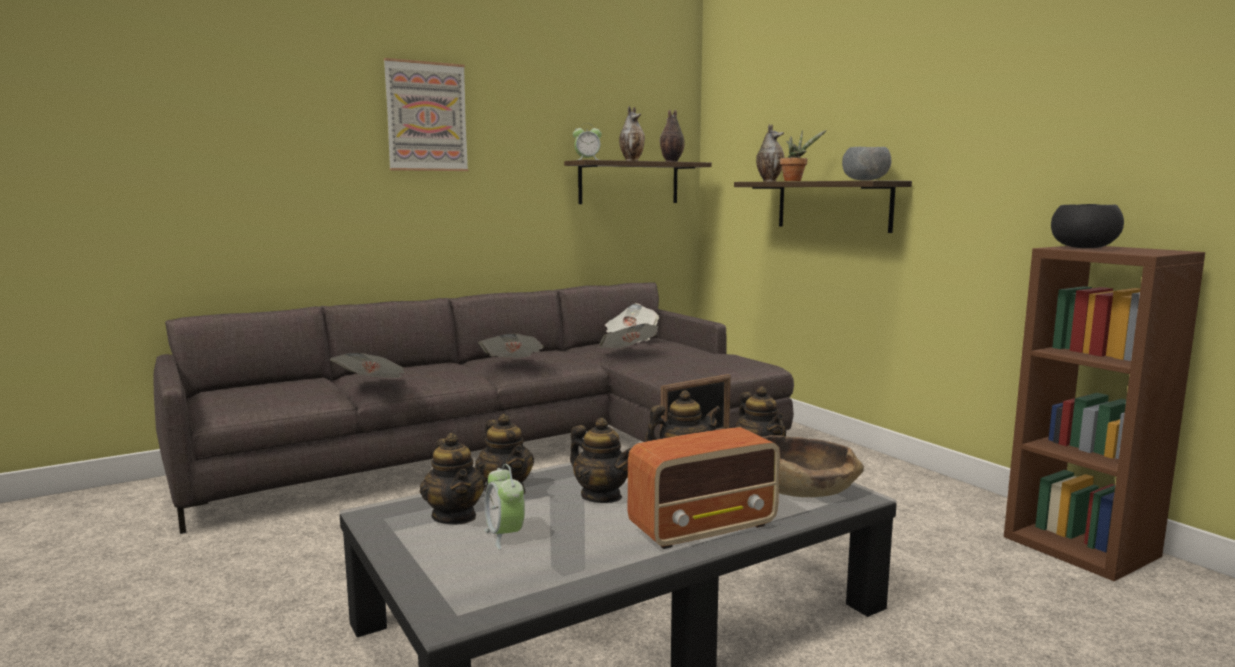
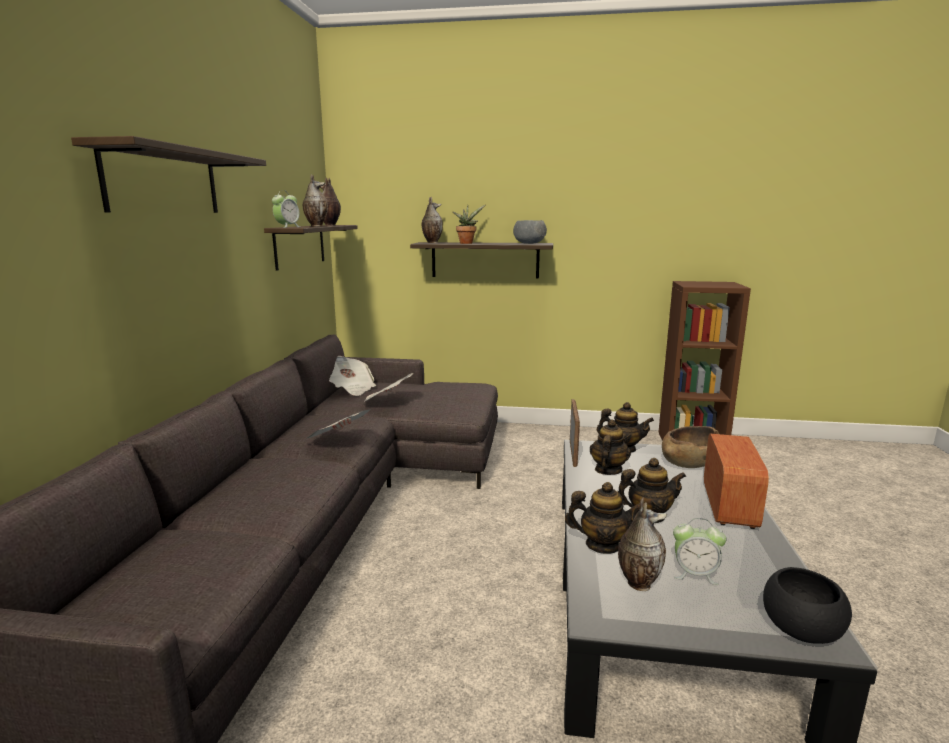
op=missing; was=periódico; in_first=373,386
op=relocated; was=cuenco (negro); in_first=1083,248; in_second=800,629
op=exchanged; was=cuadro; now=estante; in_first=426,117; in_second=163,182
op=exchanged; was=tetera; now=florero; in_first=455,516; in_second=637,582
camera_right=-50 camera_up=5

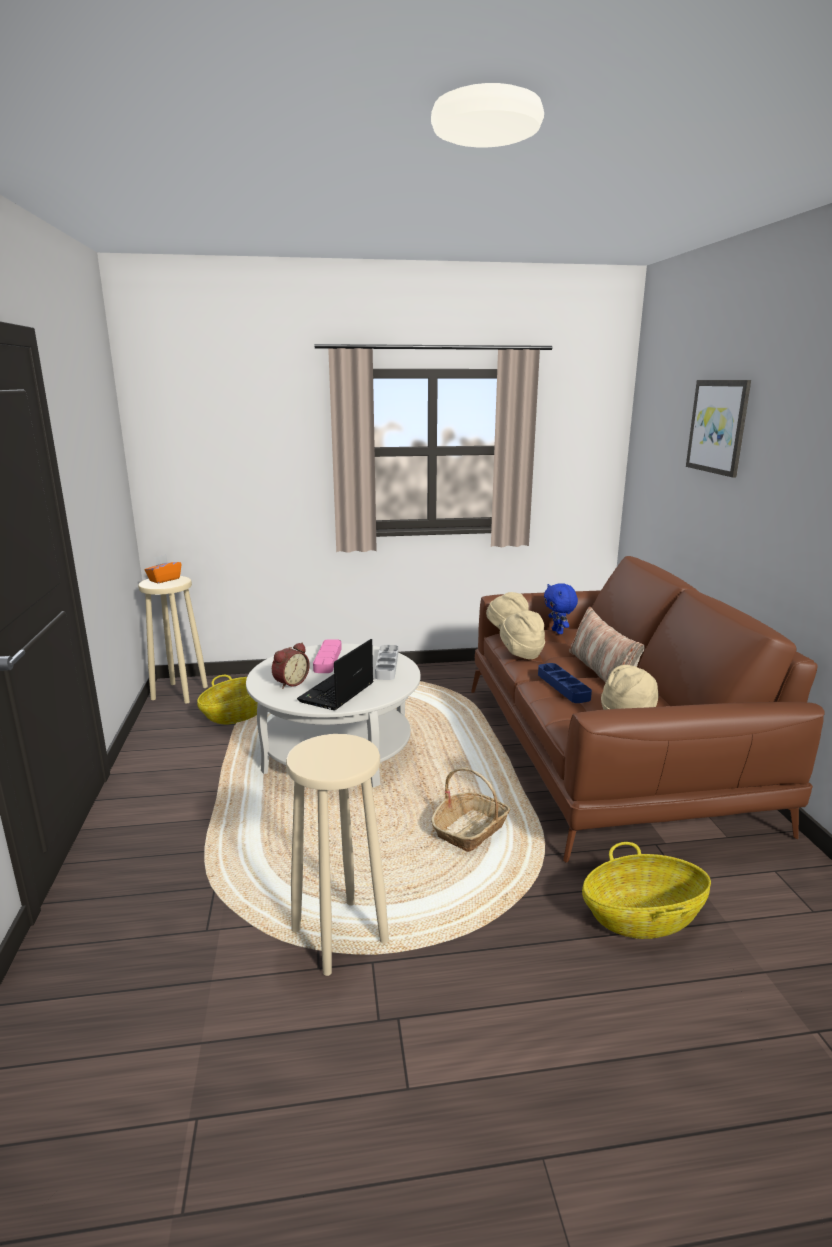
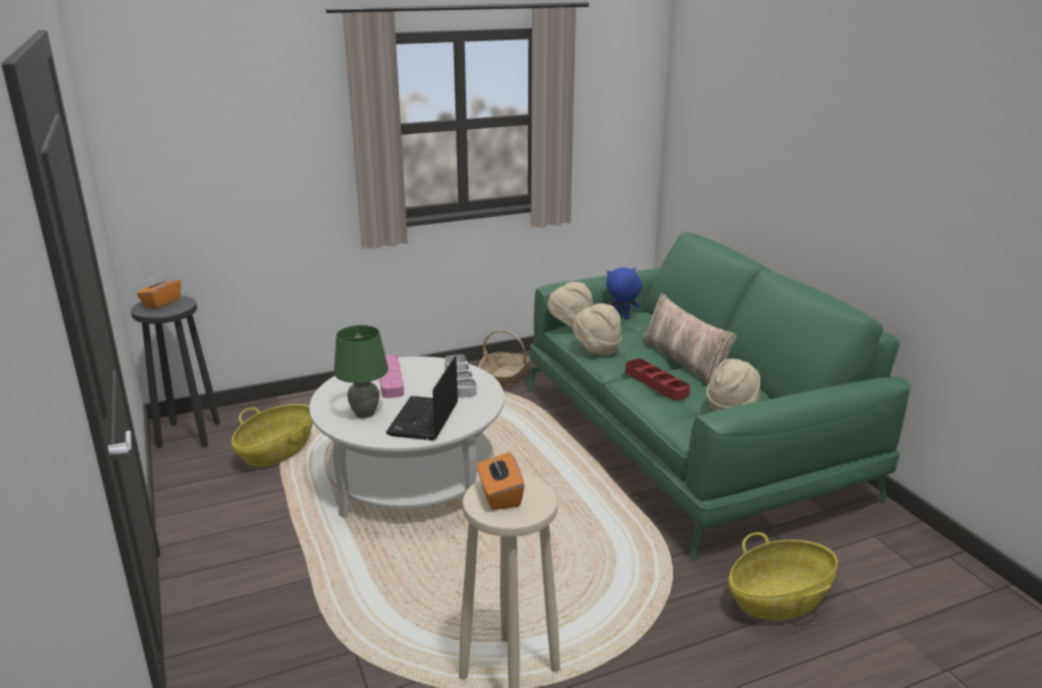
op=missing; was=cuadro; in_first=718,426
op=appeared; now=caja de pañuelos (naranja); in_second=500,496
op=relocated; was=cesta; in_first=470,830; in_second=505,376
op=exchanged; was=despertador; now=lámpara de mesa (verde); in_first=290,683; in_second=364,414
op=colour; was=taburete (beis); now=taburete (negro); in_first=179,693; in_second=188,435
op=colour; was=sofá (marrón); now=sofá (verde); in_first=605,753; in_second=688,442
op=colour; was=bandeja (azul); now=bandeja (rojo); in_first=563,686; in_second=656,383
op=spun; was=peluche (azul); in_first=558,632; in_second=621,319; clockwise=105
camera_right=-15 camera_up=5

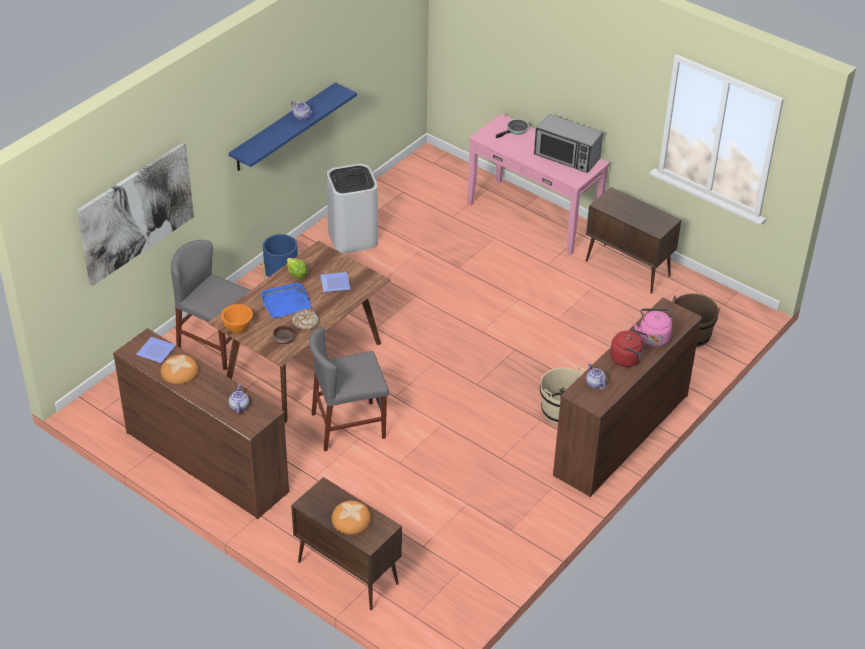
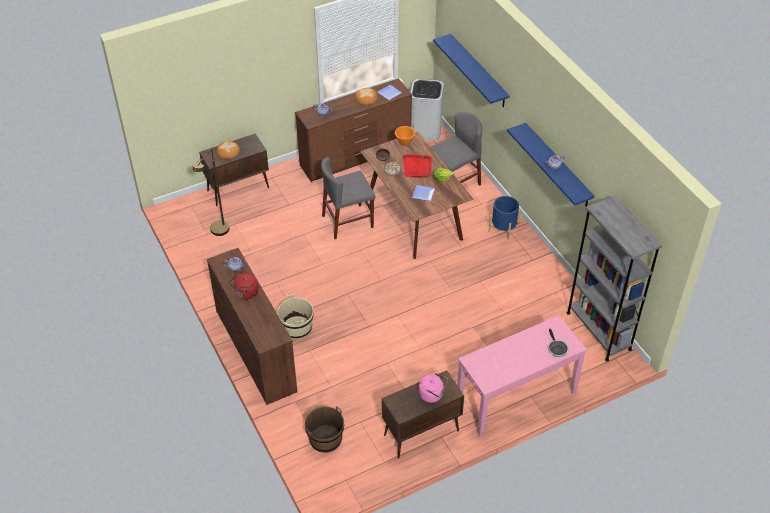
op=missing; was=microondas; in_first=567,157
op=appeared; now=lámpara de pie (marrón); in_second=218,233
op=appeared; now=estantería (gris); in_second=598,331
op=relocated; was=papelera (blanco); in_first=352,237; in_second=425,129
op=relocated; was=hervidor (rosa); in_first=653,337; in_second=432,395
op=exchanged; was=cuadro; now=estante (azul); in_first=136,212; in_second=478,71
op=colour; was=bandeja (azul); now=bandeja (rojo); in_first=285,302; in_second=417,167
op=spun; was=silla (gris); in_first=348,426; in_second=347,221; clockwise=-120
camera_right=115 camera_up=5

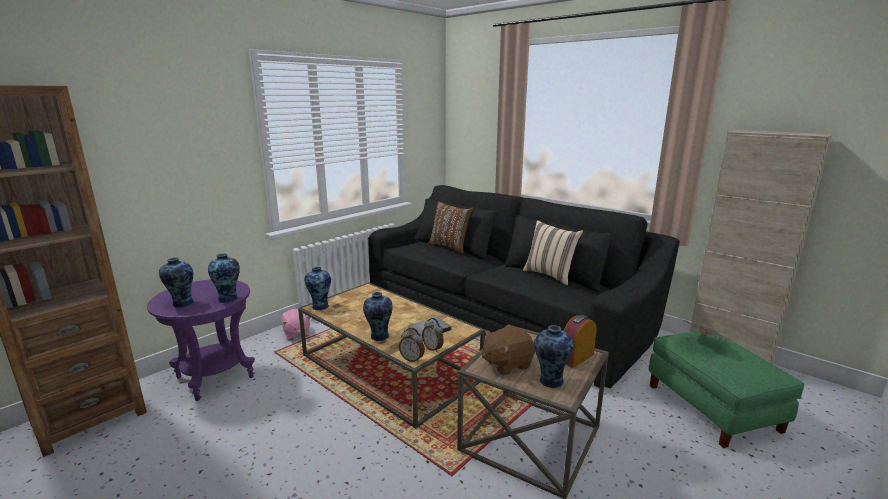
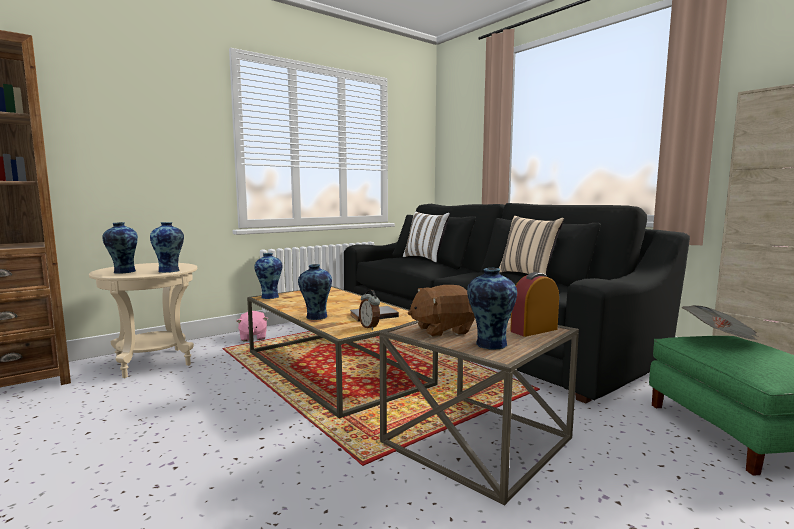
op=missing; was=despertador; in_first=412,359
op=colour; was=mesa auxiliar (morado); now=mesa auxiliar (beis); in_first=215,377; in_second=153,363
op=colour; was=cojín (marrón); now=cojín (blanco); in_first=450,247; in_second=425,259
camera_right=10 camera_up=-10

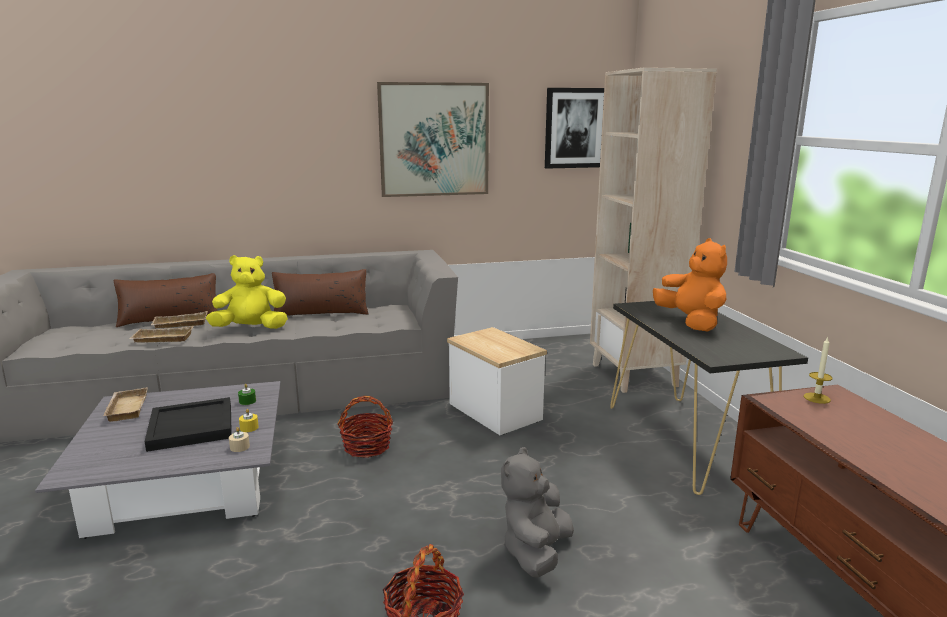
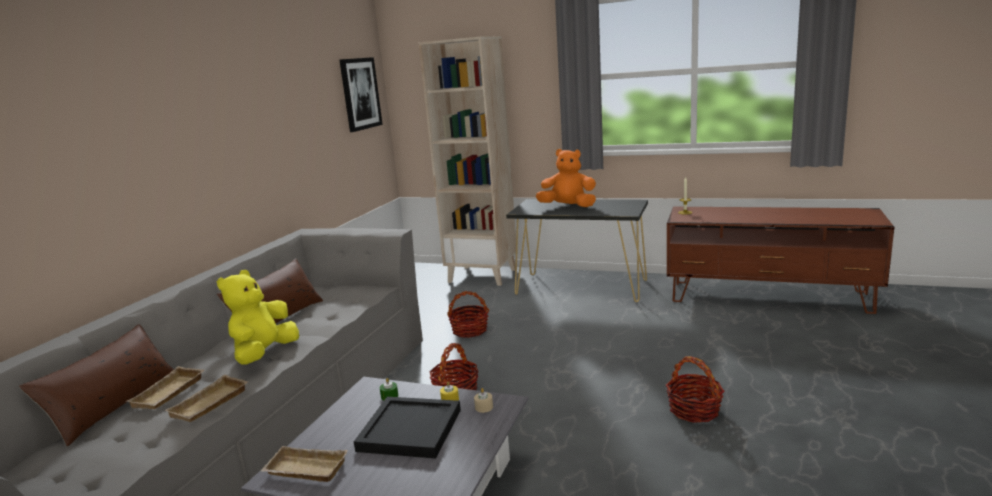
op=missing; was=cuadro; in_first=434,140
op=missing; was=peluche (gris); in_first=536,552
op=exchanged; was=mesa auxiliar; now=cesta; in_first=495,412; in_second=469,330
camera_right=-55 camera_up=0

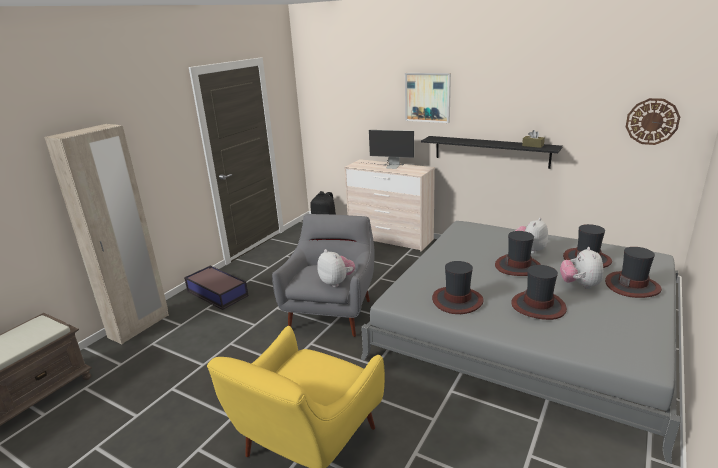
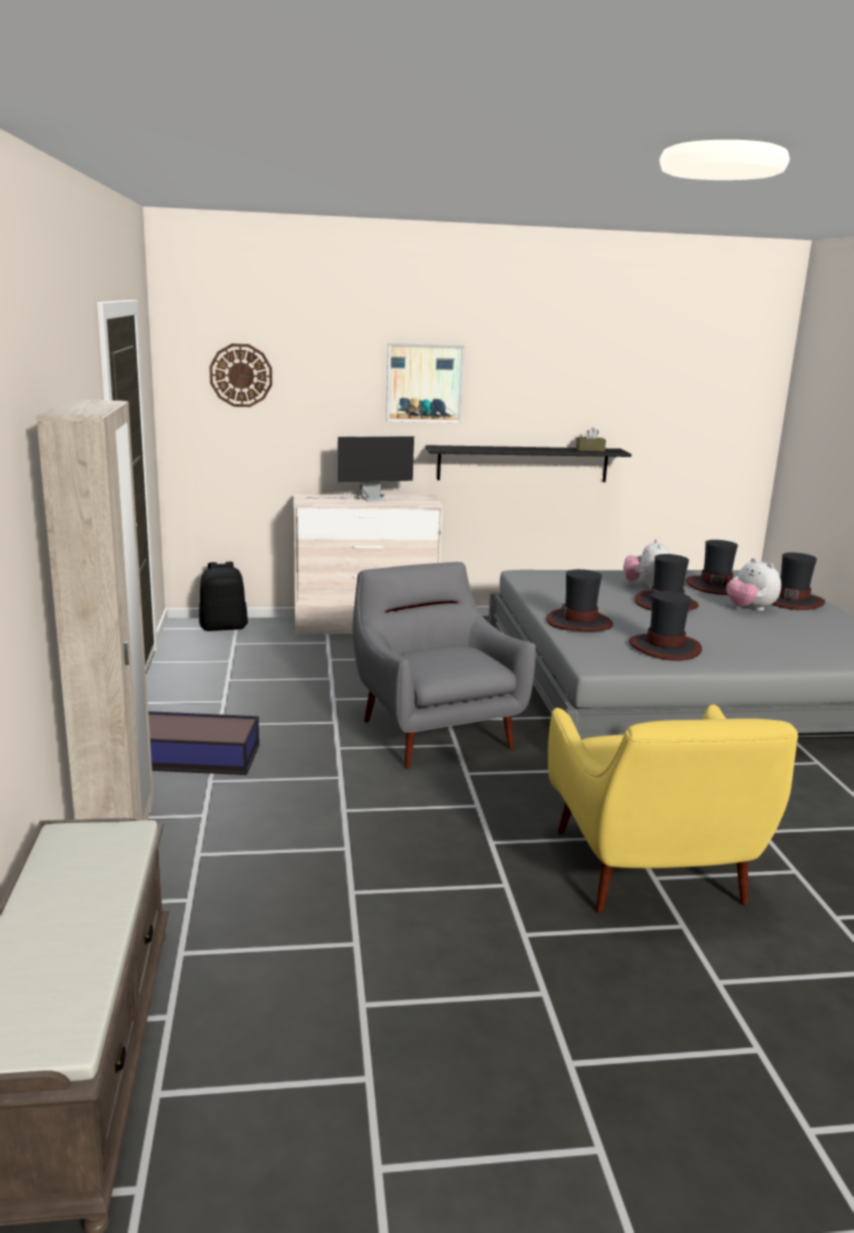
op=missing; was=peluche; in_first=337,282
op=relocated; was=sombrero; in_first=538,306; in_second=579,622
op=relocated; was=reloj de pared; in_first=652,121; in_second=241,375
camera_right=-40 camera_up=-5

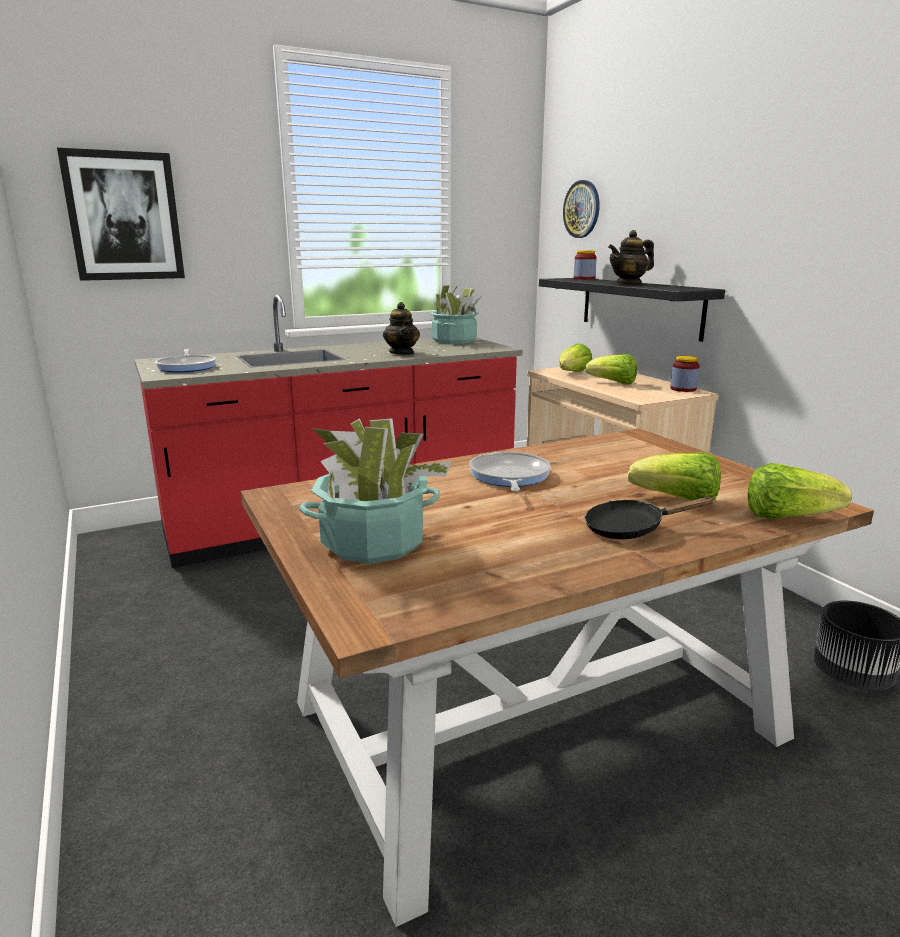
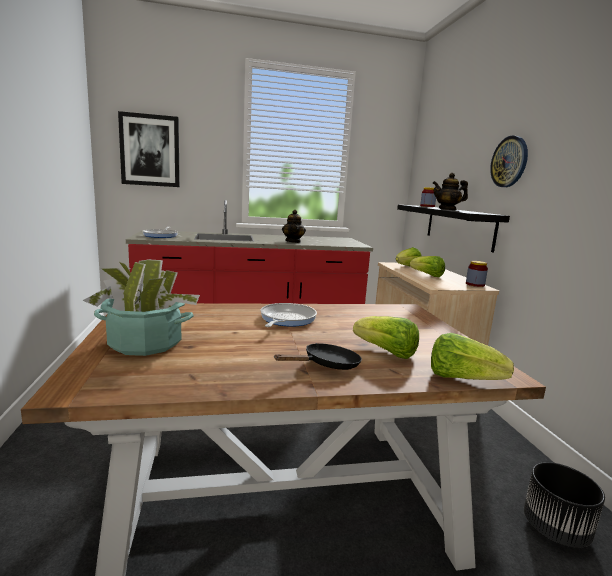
op=missing; was=planta en maceta; in_first=454,341
op=relocated; was=reloj de pared; in_first=582,209; in_second=509,162
op=spun; was=sartén (negro); in_first=631,529; in_second=327,365; clockwise=135
camera_right=15 camera_up=-5

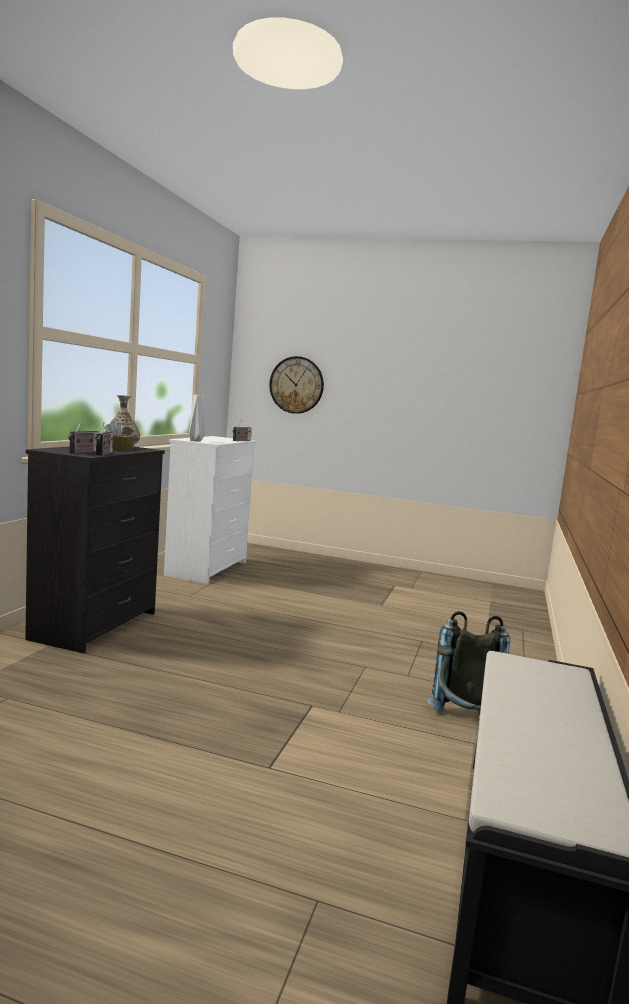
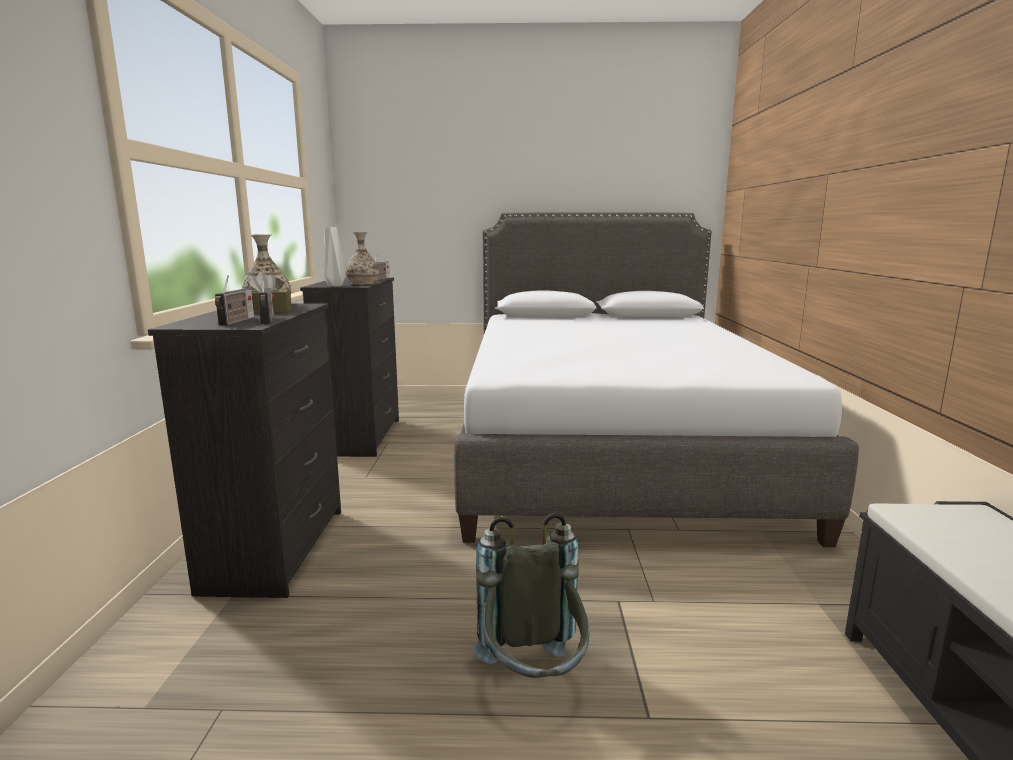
op=missing; was=reloj de pared; in_first=296,385
op=appeared; now=florero; in_second=362,283
op=appeared; now=cama (gris); in_second=608,449
op=relocated; was=mochila (gris); in_first=466,726; in_second=533,680
op=colour; was=cómoda (blanco); now=cómoda (negro); in_first=208,568; in_second=362,436
camera_right=-15 camera_up=5

